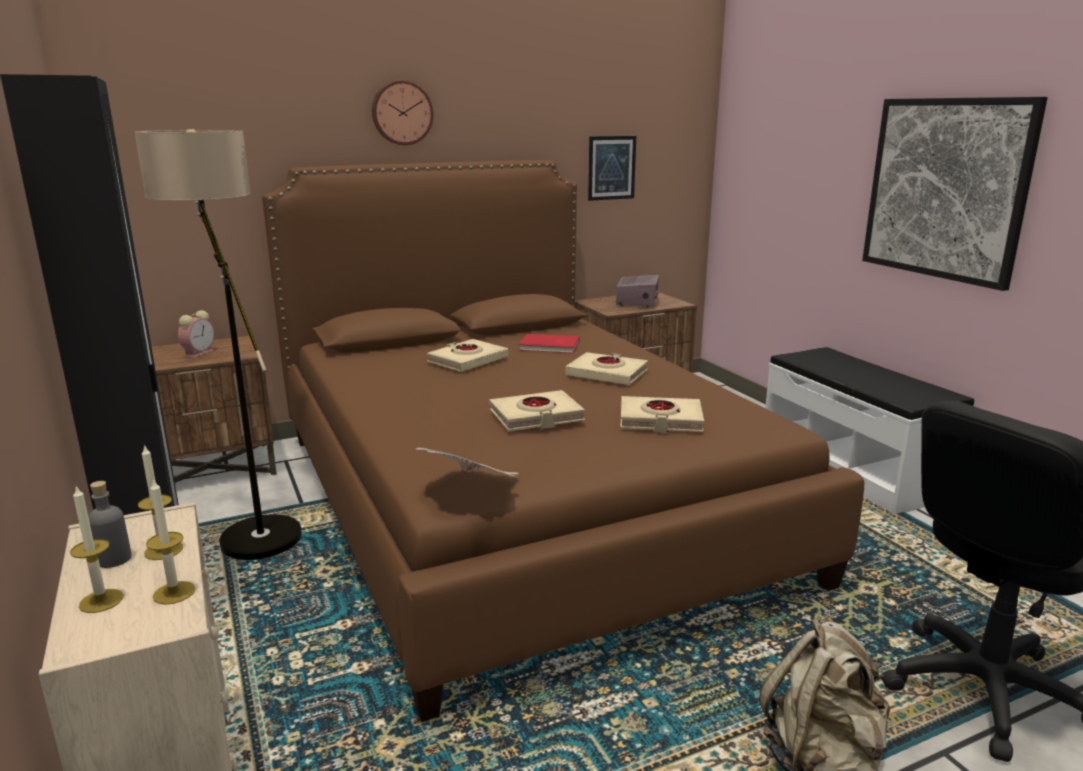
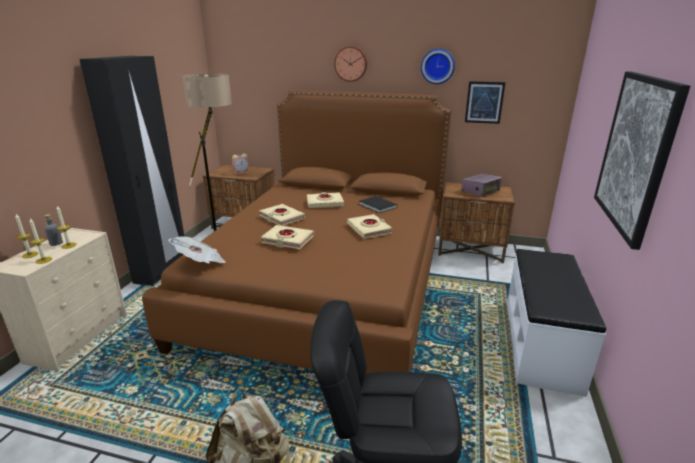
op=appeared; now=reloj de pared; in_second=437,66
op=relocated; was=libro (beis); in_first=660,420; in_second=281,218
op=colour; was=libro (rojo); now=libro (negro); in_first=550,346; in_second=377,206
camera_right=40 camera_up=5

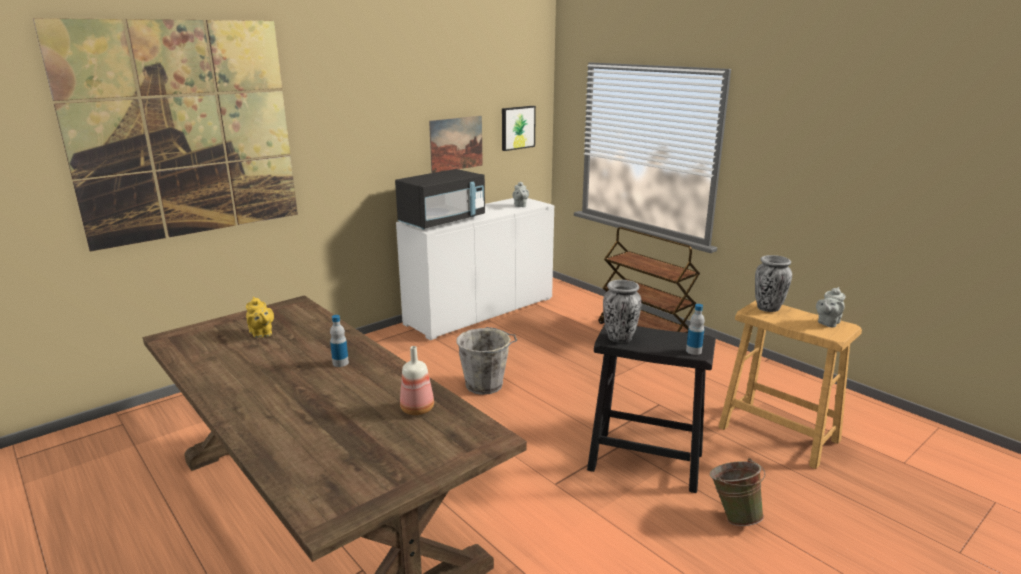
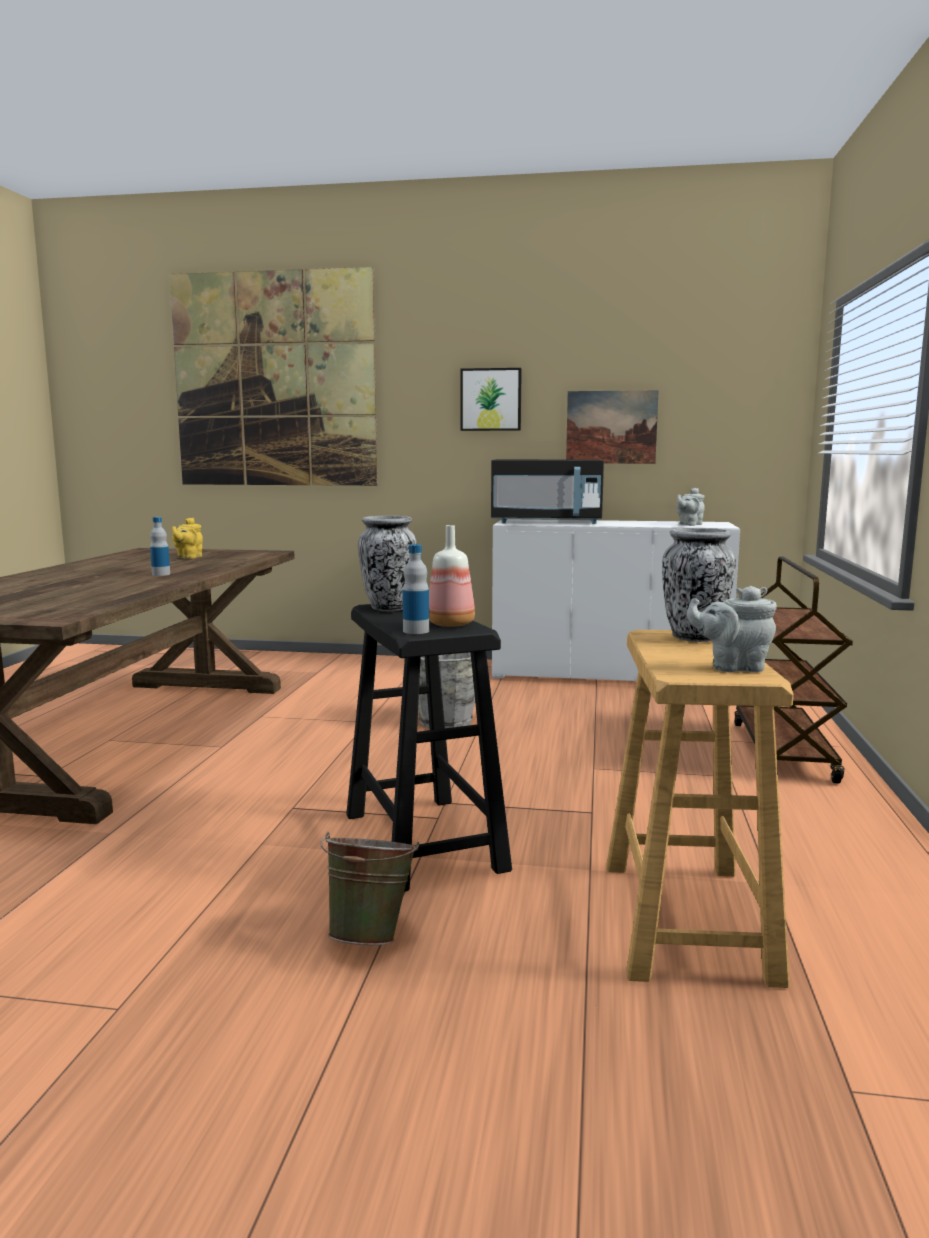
op=relocated; was=botella; in_first=418,409; in_second=452,624
op=relocated; was=cuadro; in_first=517,127; in_second=491,399
camera_right=50 camera_up=-10

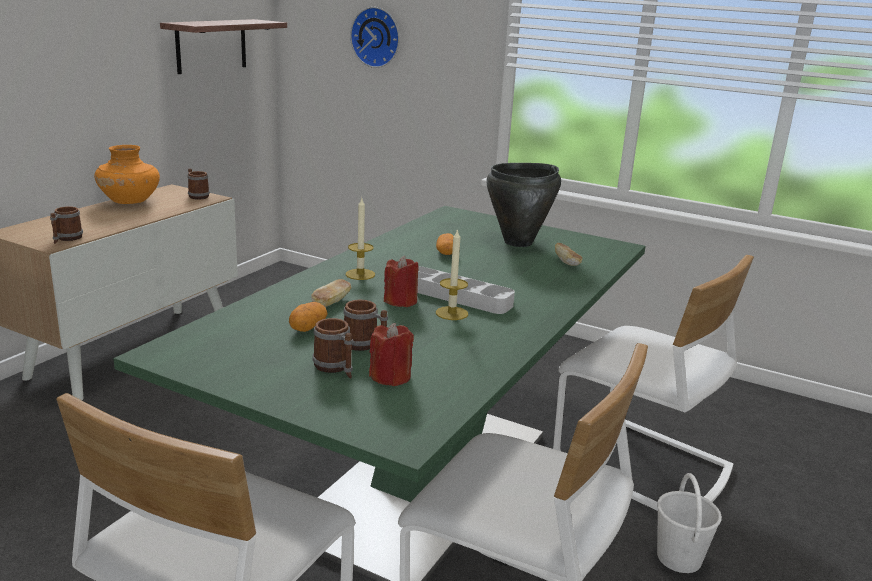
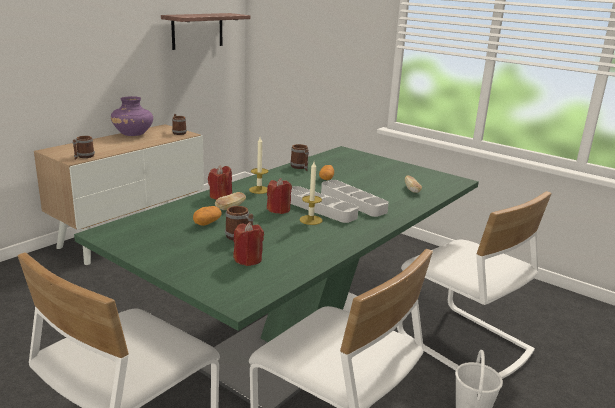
op=missing; was=reloj de pared; in_first=377,37
op=missing; was=olla (negro); in_first=519,242
op=appeared; now=vela (rojo); in_second=220,196
op=appeared; now=bandeja (gris); in_second=353,202
op=relocated; was=taza grande; in_first=336,368; in_second=300,167
op=colour; was=florero (naranja); now=florero (morado); in_first=130,201; in_second=133,134
camera_right=10 camera_up=0

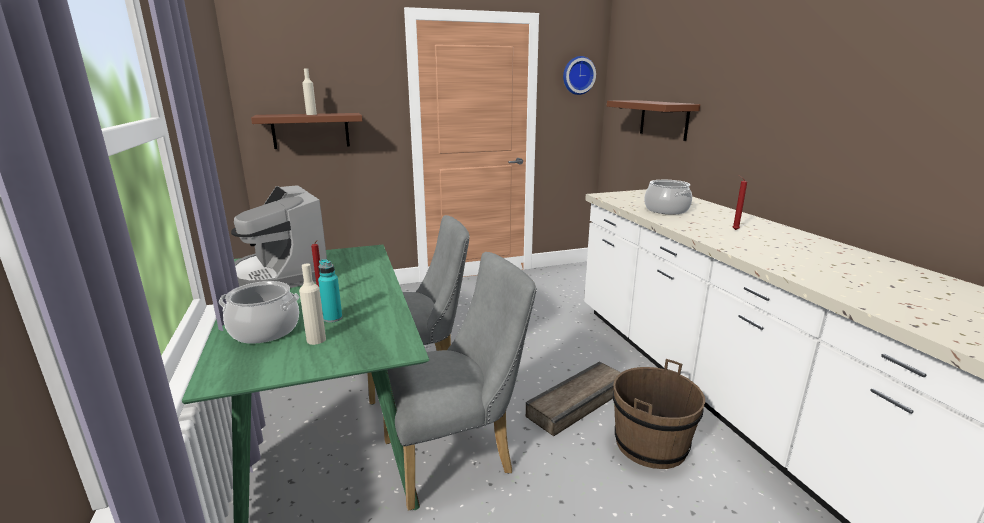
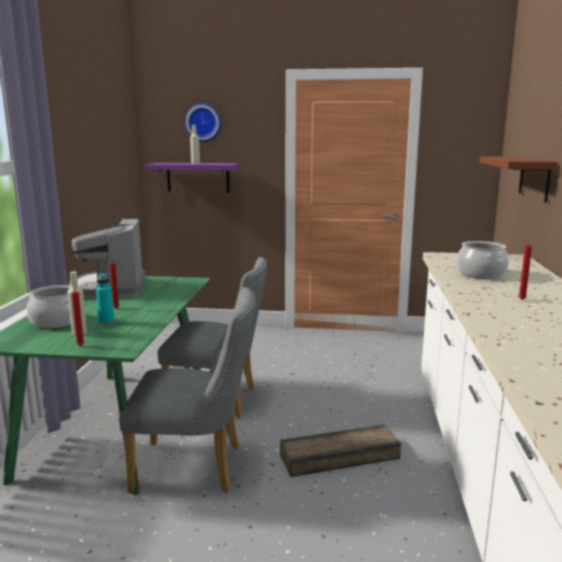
op=missing; was=cubo (marrón); in_first=651,444
op=appeared; now=vela (rojo); in_second=81,345
op=relocated; was=reloj de pared; in_first=578,75; in_second=204,122
op=colour; was=estante (marrón); now=estante (morado); in_first=310,130; in_second=198,177
camera_right=25 camera_up=-5

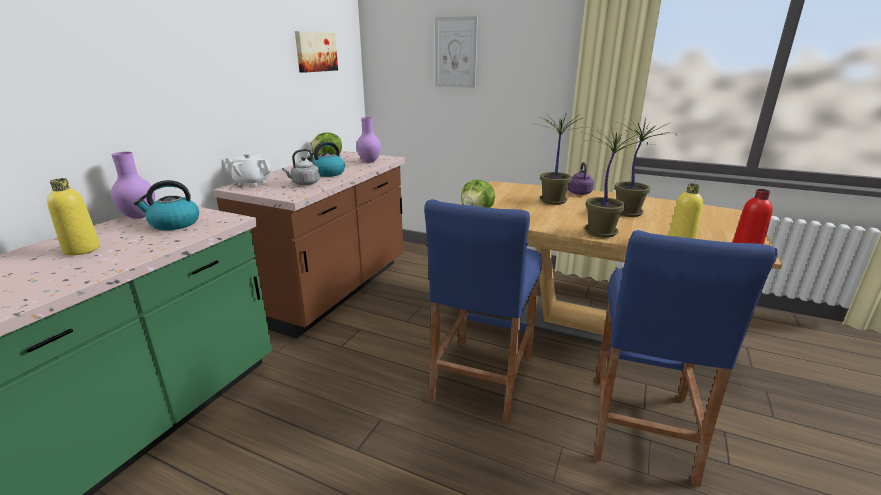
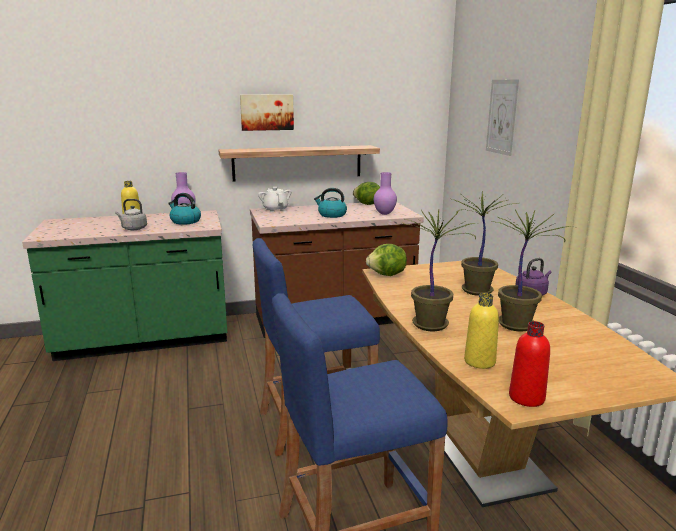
op=appeared; now=estante; in_second=297,163
op=relocated; was=hervidor (gris); in_first=304,183; in_second=133,228
op=relocated; was=cuadro; in_first=315,52; in_second=266,112
camera_right=50 camera_up=-5

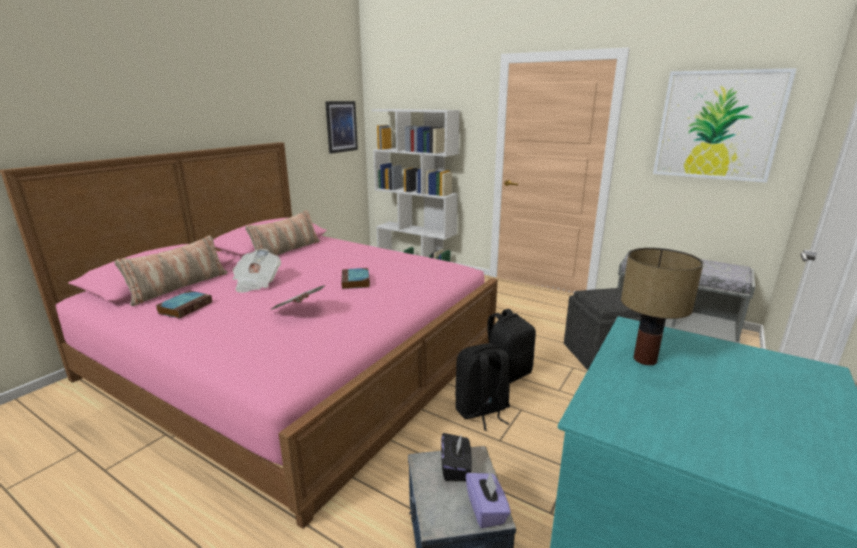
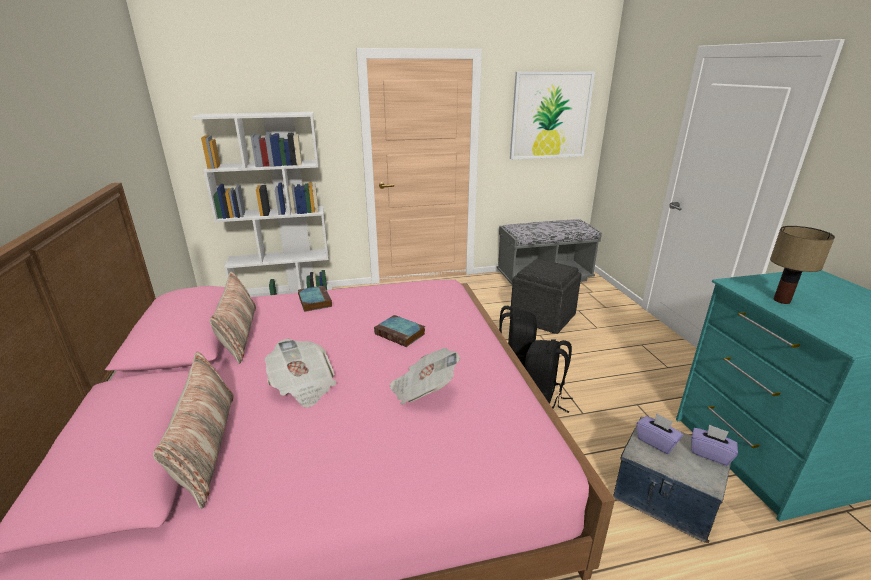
op=missing; was=cuadro; in_first=341,126
op=relocated; was=libro; in_first=186,307; in_second=314,301
op=colour; was=caja de pañuelos (negro); now=caja de pañuelos (morado); in_first=455,467; in_second=656,442
camera_right=-45 camera_up=5

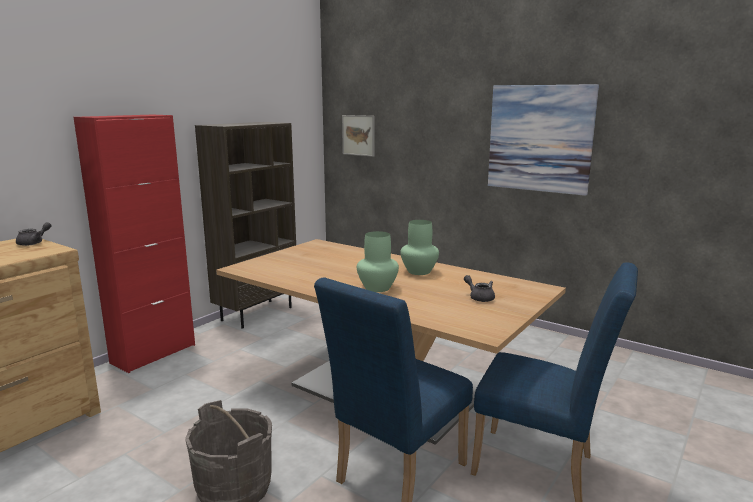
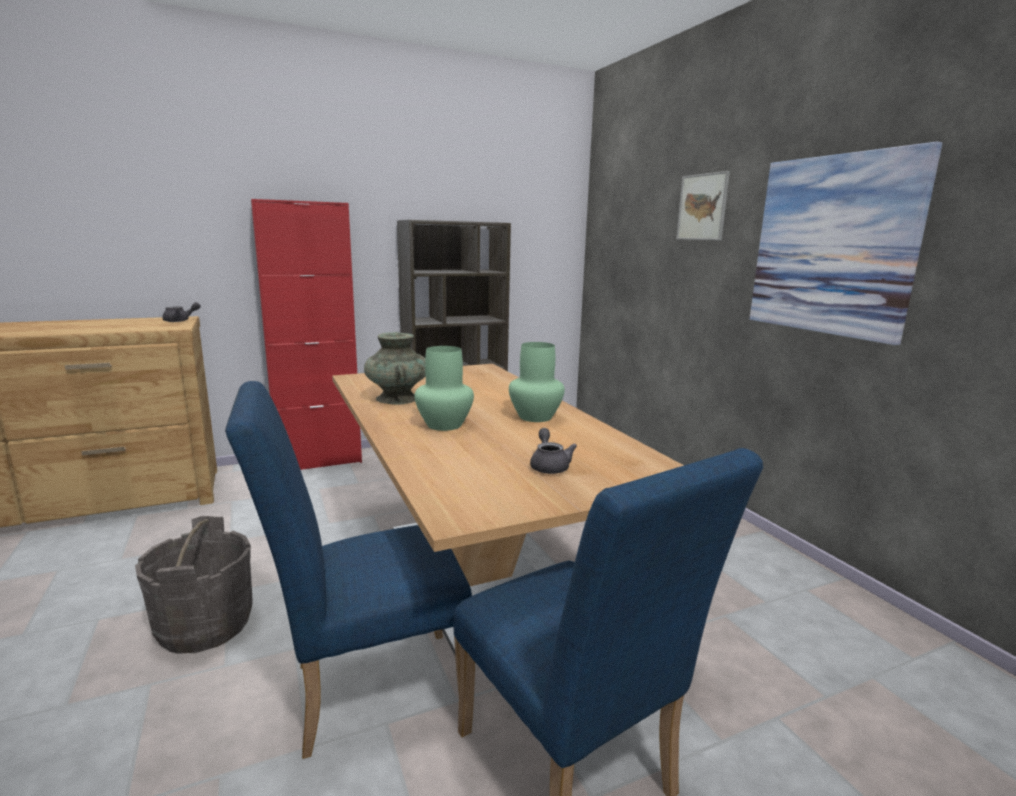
op=appeared; now=florero (turquesa); in_second=397,398
op=relocated; was=cuadro; in_first=358,135; in_second=702,207
camera_right=30 camera_up=0

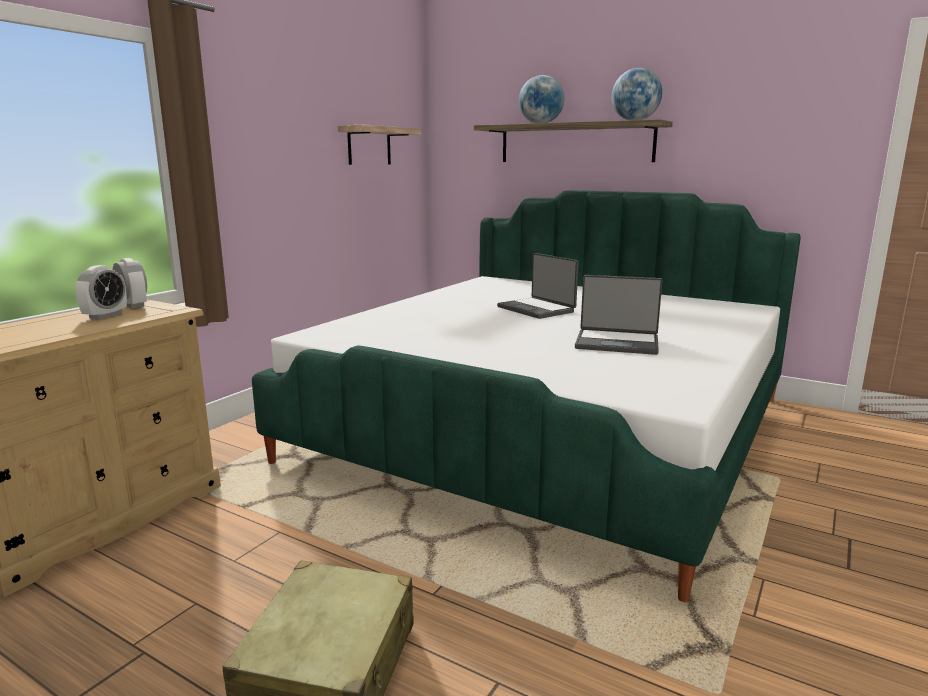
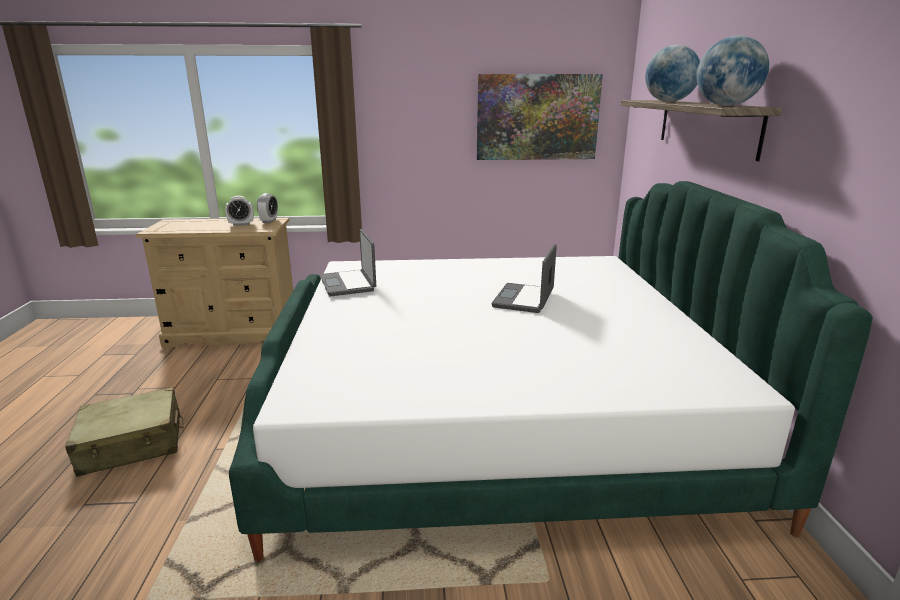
op=relocated; was=portátil; in_first=617,343; in_second=349,284
op=exchanged; was=estante; now=cuadro; in_first=369,146; in_second=537,117
camera_right=55 camera_up=5

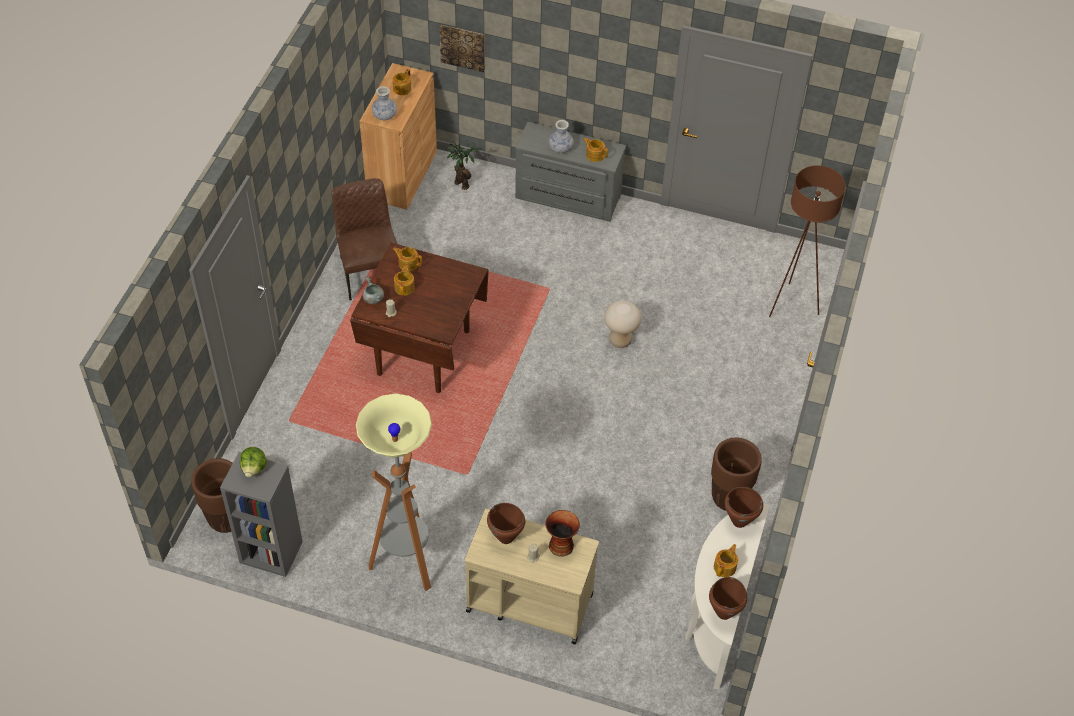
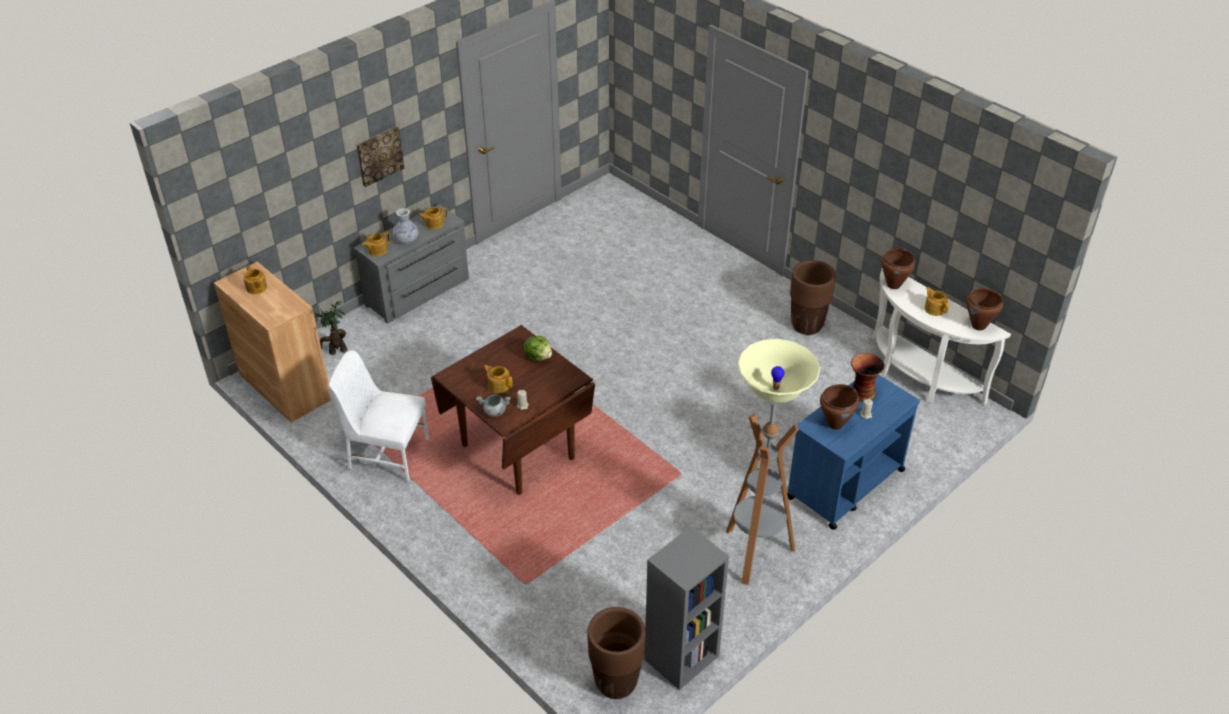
op=missing; was=florero; in_first=384,115
op=missing; was=taburete (beis); in_first=620,341
op=missing; was=lámpara de pie (marrón); in_first=791,305
op=relocated; was=lechuga; in_first=254,468; in_second=538,356
op=relocated; was=tetera; in_first=408,263; in_second=377,250
op=relocated; was=cuadro; in_first=463,47; in_second=379,155
op=colour; was=silla (marrón); now=silla (blanco); in_first=369,272; in_second=387,454
op=colour; was=carrito (beis); now=carrito (azul); in_first=529,602; in_second=844,484
camera_right=-60 camera_up=-10

